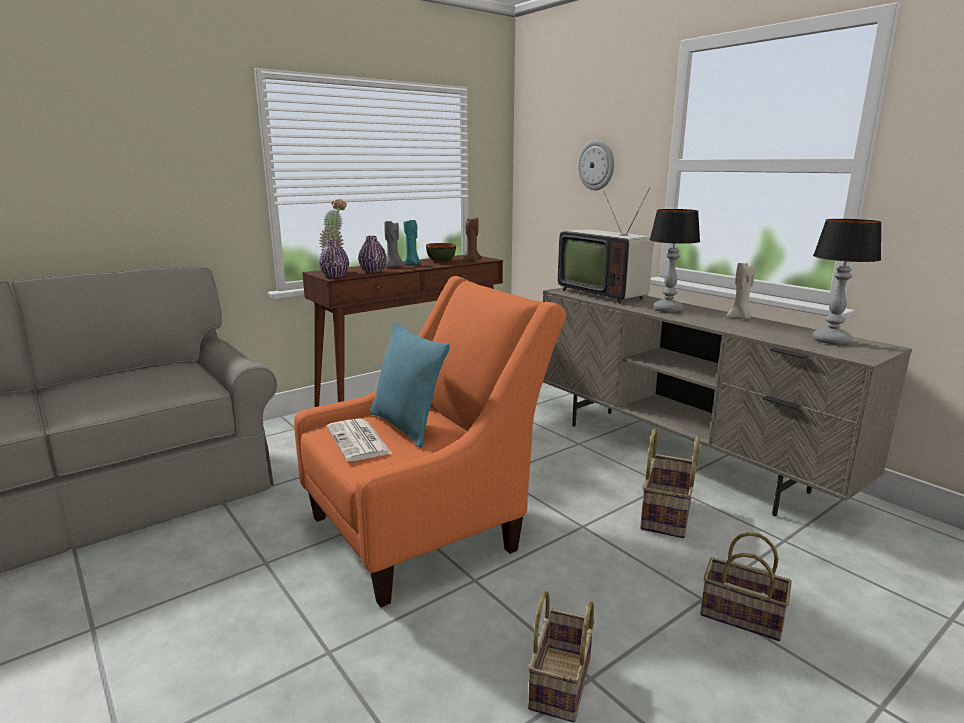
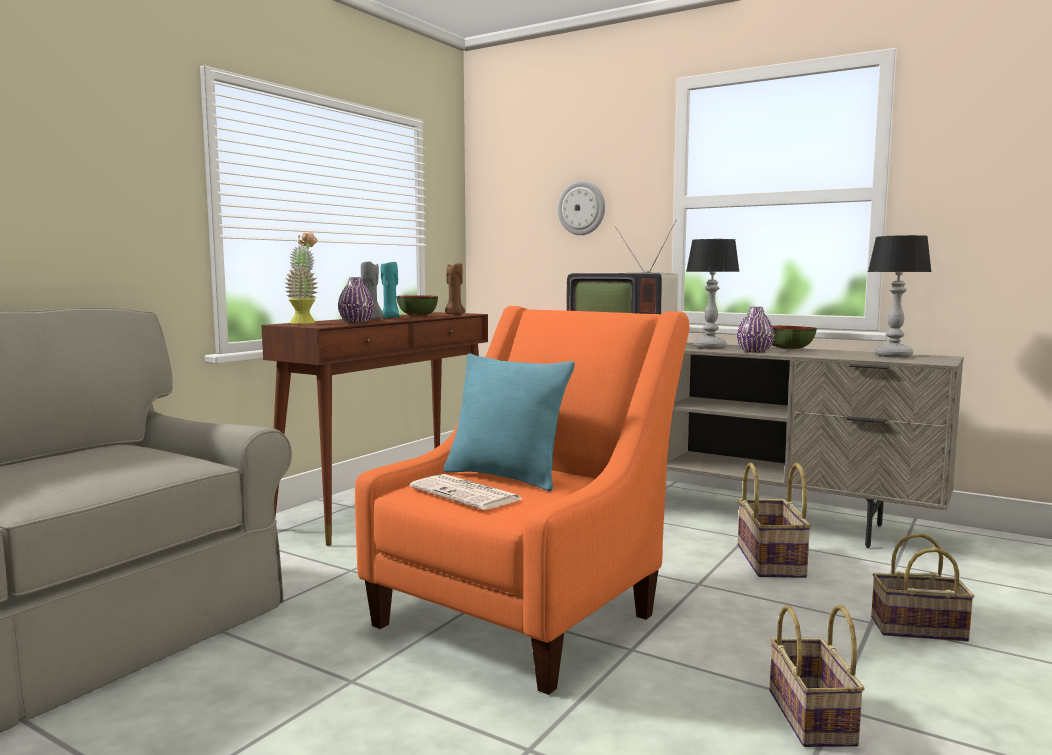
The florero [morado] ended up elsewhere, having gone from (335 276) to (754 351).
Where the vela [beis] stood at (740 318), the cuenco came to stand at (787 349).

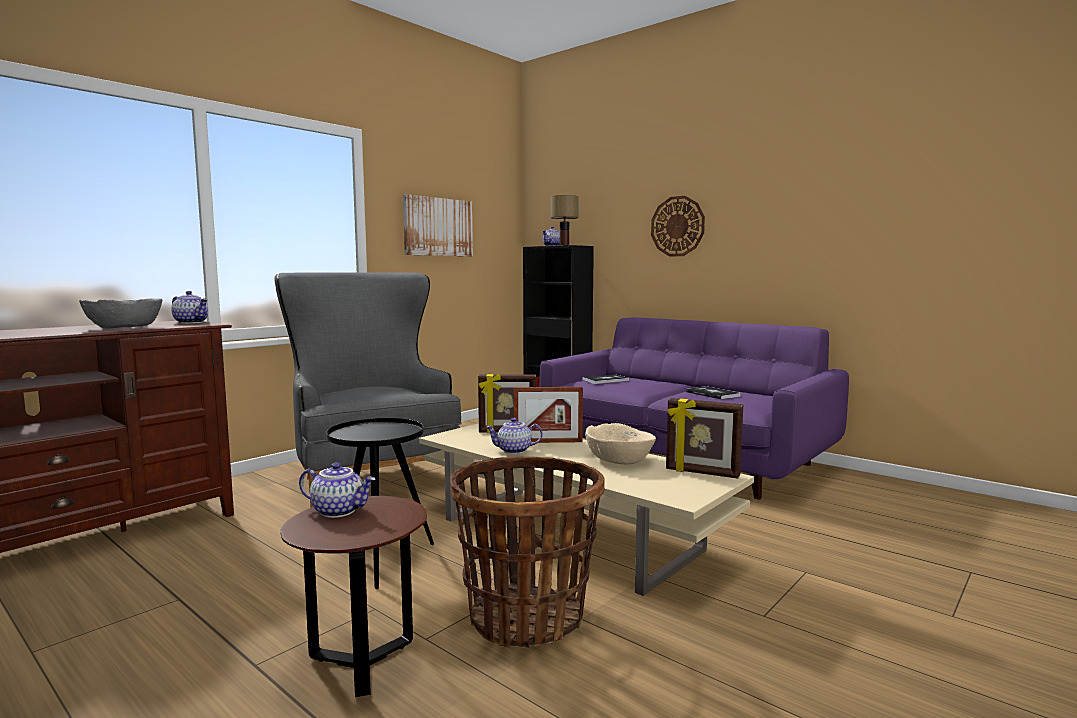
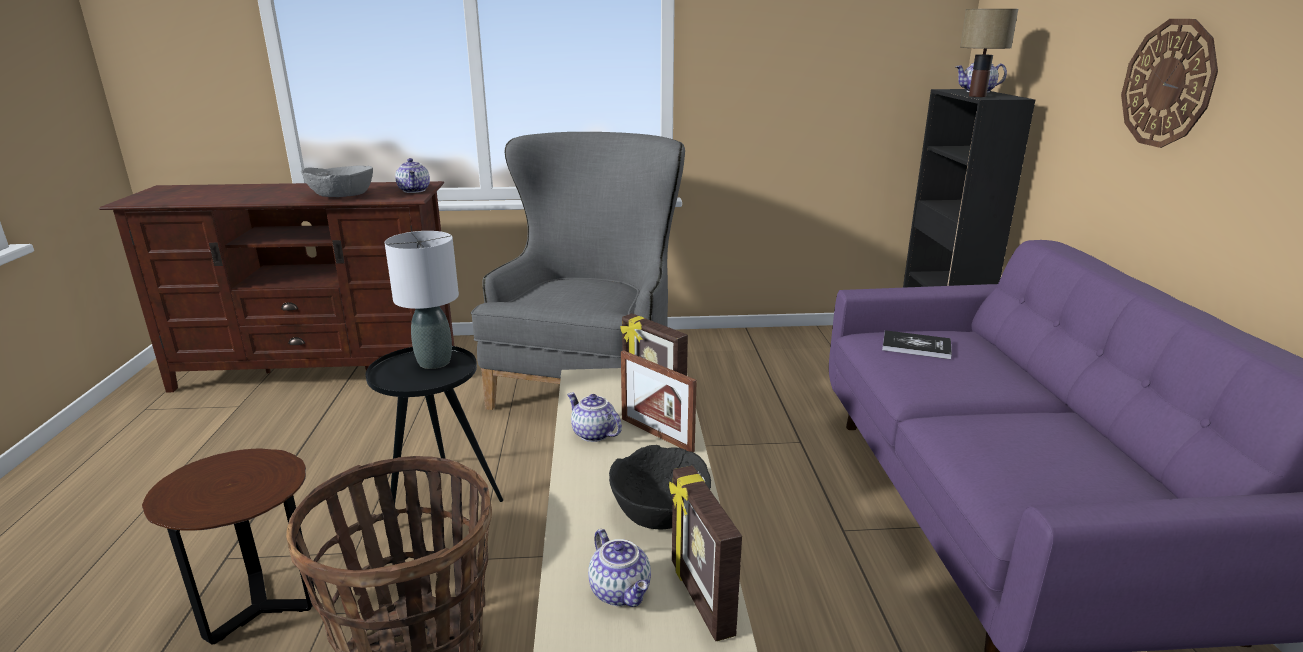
The tetera ended up elsewhere, having gone from (339 511) to (621 591).
The second view lost the cuadro at (438 227).
What was the cuenco [beis] at (619 460) turned into the cuenco [negro] at (661 511).
The second view lost the libro at (712 394).
The second view gained the lámpara de mesa [gris] at (434 362).

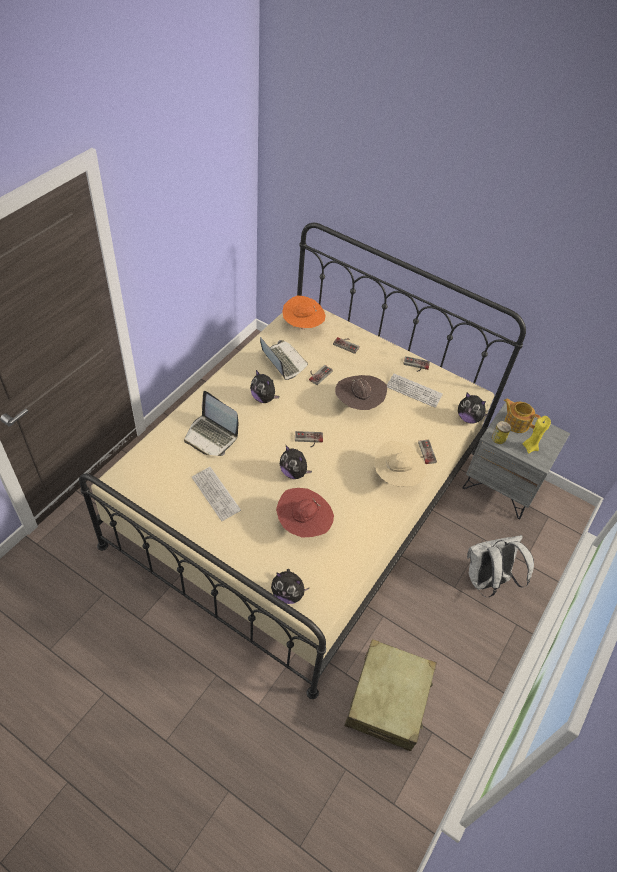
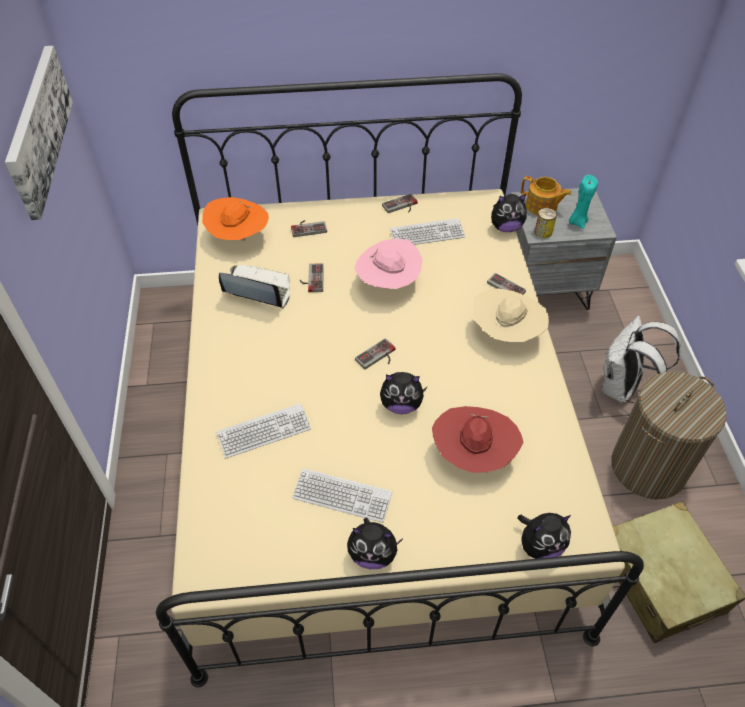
Where the portátil stood at (211 436), the teclado came to stand at (264 431).
The peluche ended up elsewhere, having gone from (264 398) to (372 554).
What was the sombrero [marrón] at (358 404) turned into the sombrero [rosa] at (388 284).
The tetera at (516 422) ended up facing another way, 150 degrees counterclockwise from before.
What was the vela [amarillo] at (530 447) turned into the vela [turquesa] at (577 222).
The second view gained the cuadro at (37 128).
The second view gained the cesto de la ropa at (648 467).

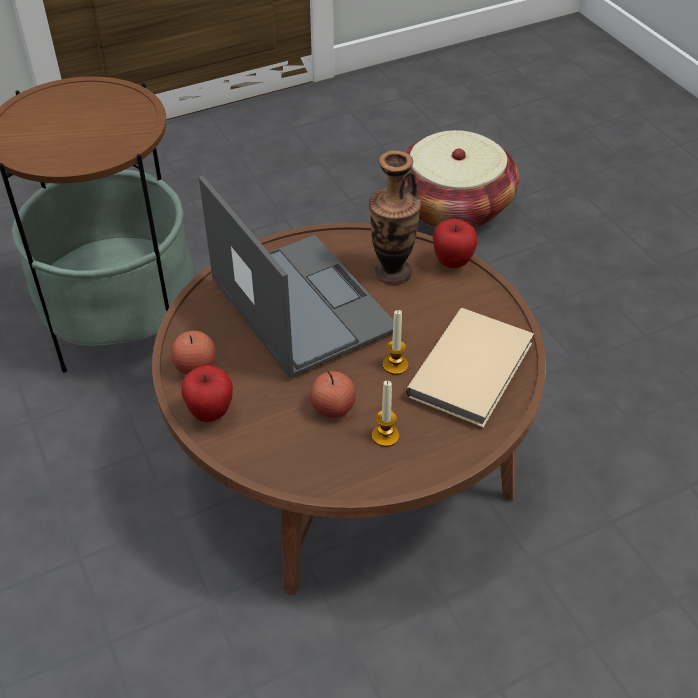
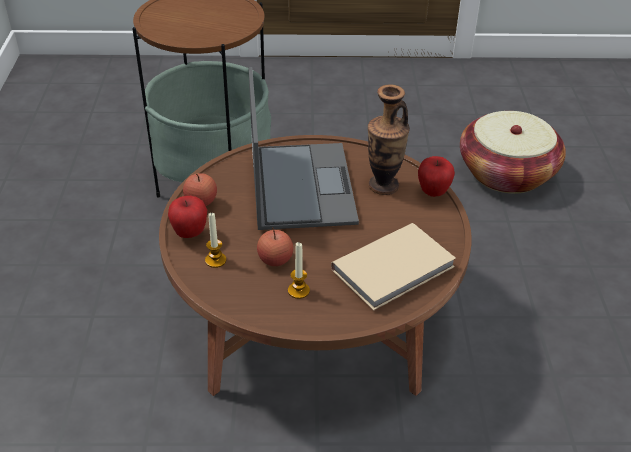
The vela ended up elsewhere, having gone from (395 365) to (215 260).

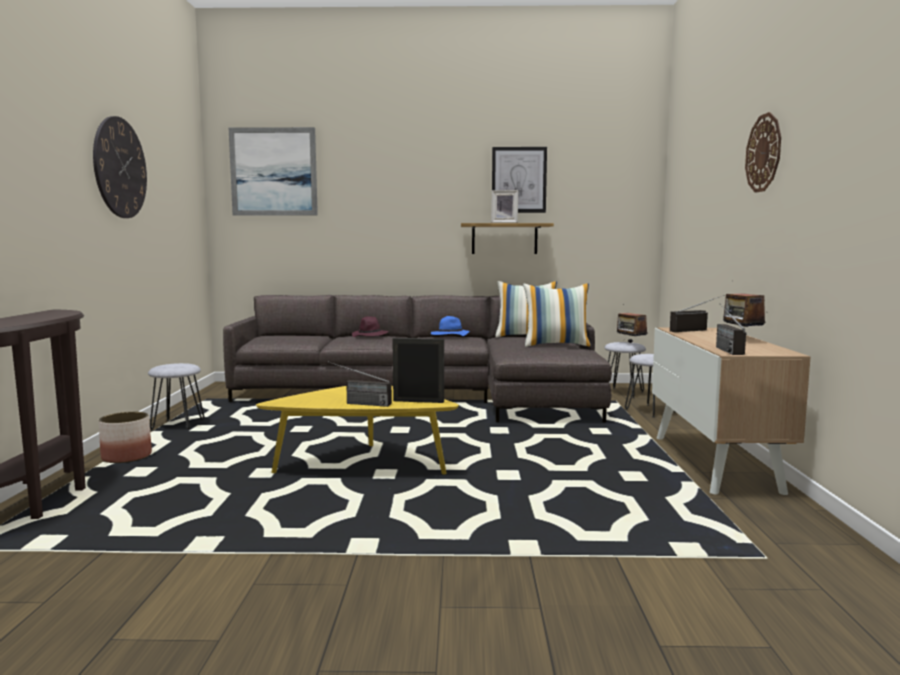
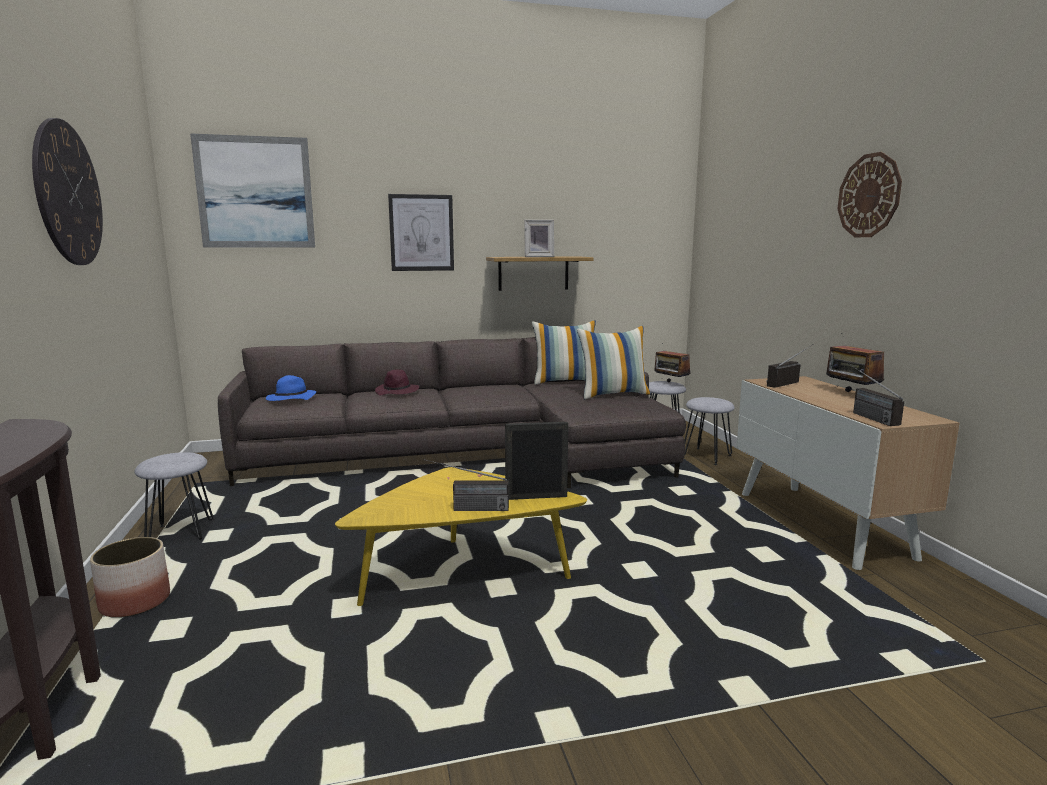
The sombrero [azul] ended up elsewhere, having gone from (449 336) to (291 399).
The cuadro ended up elsewhere, having gone from (519 180) to (421 233).

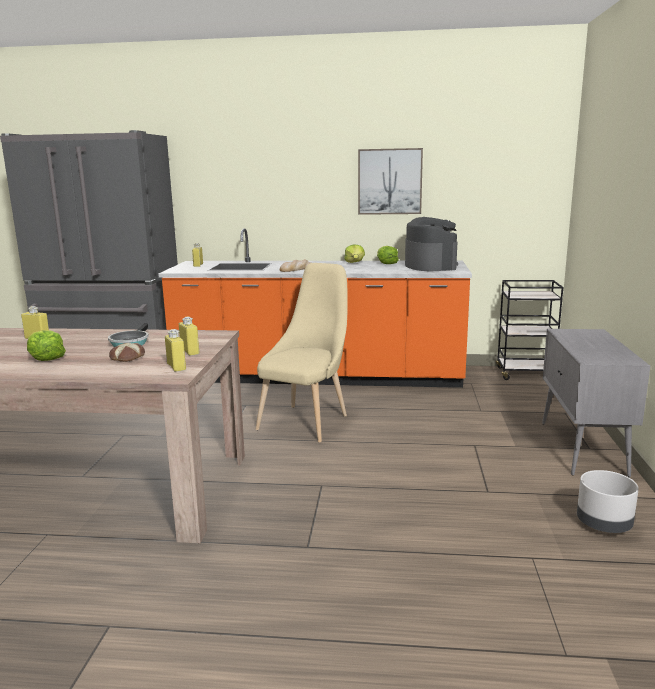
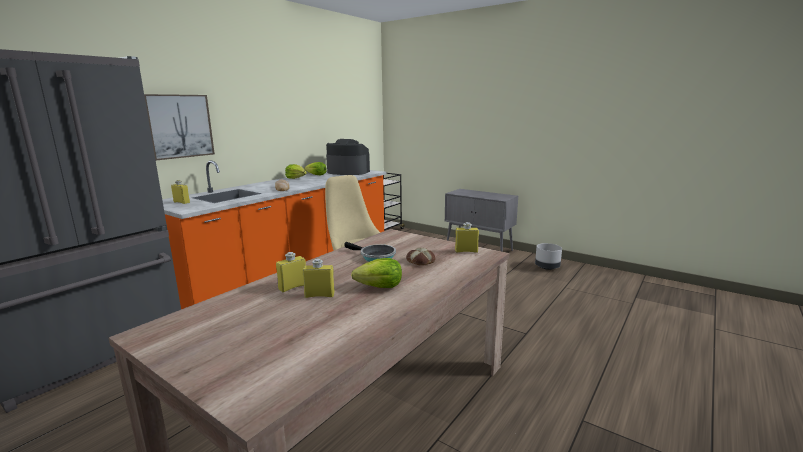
The botella [amarillo] ended up elsewhere, having gone from (190 351) to (319 295).
The cuadro ended up elsewhere, having gone from (390 181) to (179 126).

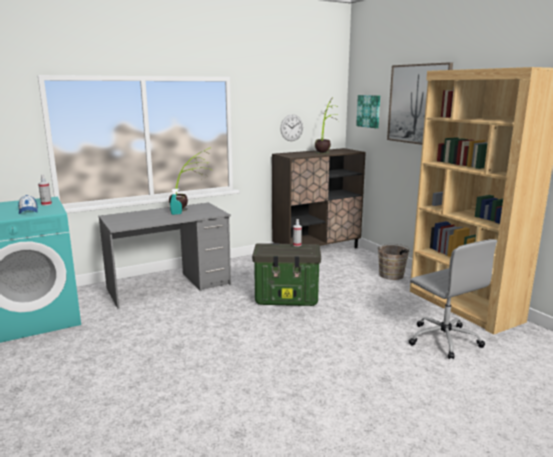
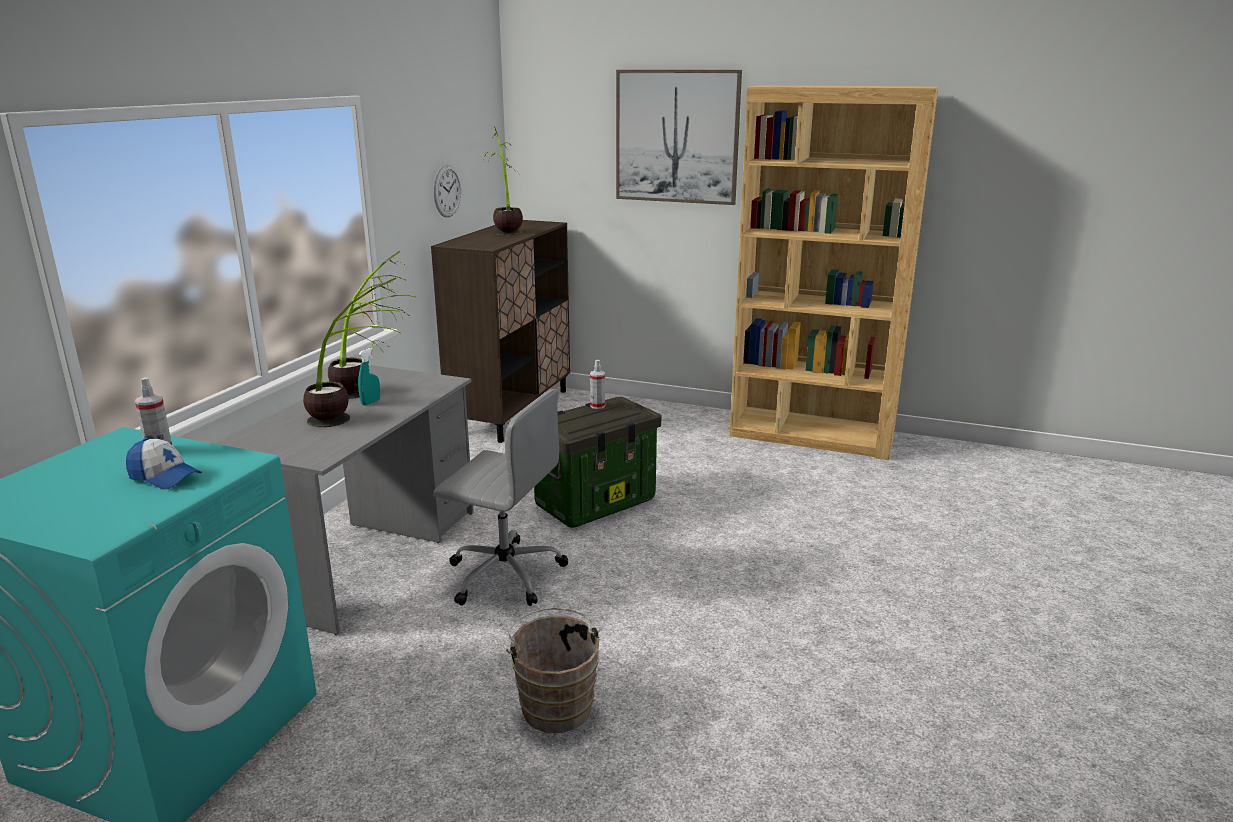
The second view lost the cuadro at (369 111).
The cubo [marrón] ended up elsewhere, having gone from (392 274) to (555 704).
The silla de oficina [gris] ended up elsewhere, having gone from (443 339) to (503 574).
The second view gained the planta en maceta at (354 419).

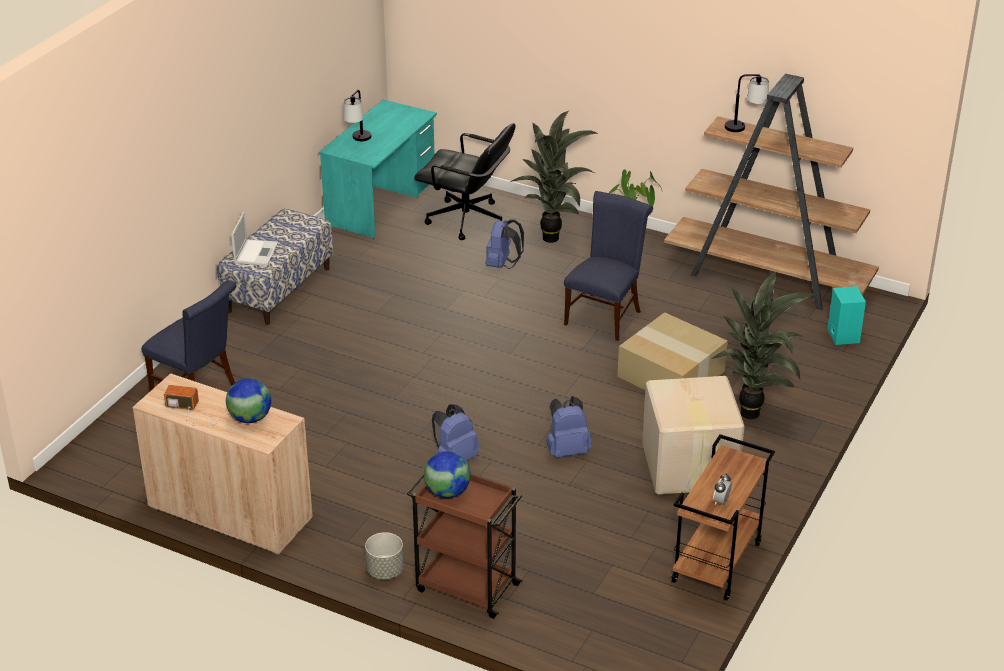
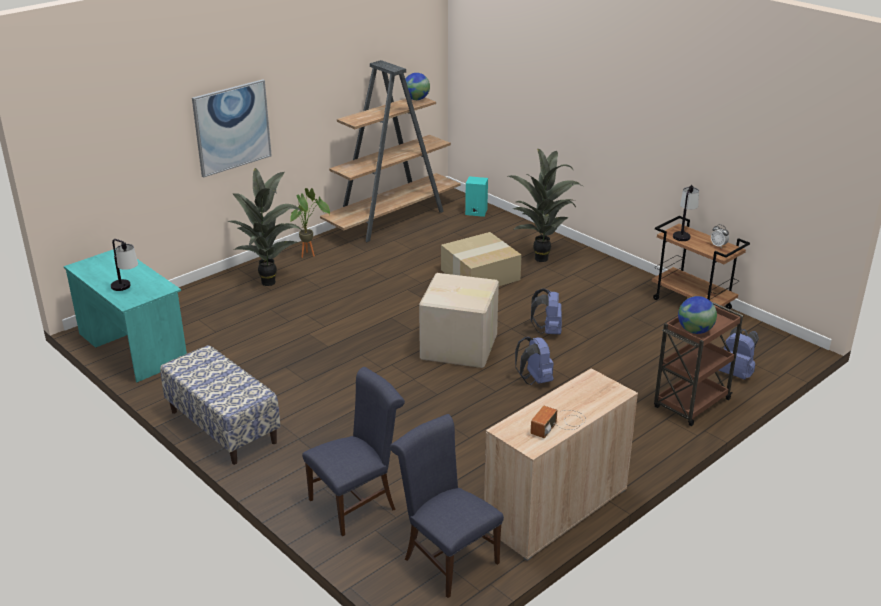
The globo terráqueo ended up elsewhere, having gone from (250 418) to (416 99).
The second view lost the portátil at (256 252).
The second view lost the maceta [gris] at (385 571).
The second view lost the silla de oficina [negro] at (466 220).
The mochila [azul] ended up elsewhere, having gone from (502 264) to (736 373).
The silla [azul] ended up elsewhere, having gone from (605 315) to (447 558).
The caja de cartón ended up elsewhere, having gone from (688 468) to (459 348).
The lámpara de mesa ended up elsewhere, having gone from (744 127) to (683 234).
The second view gained the cuadro at (232 127).

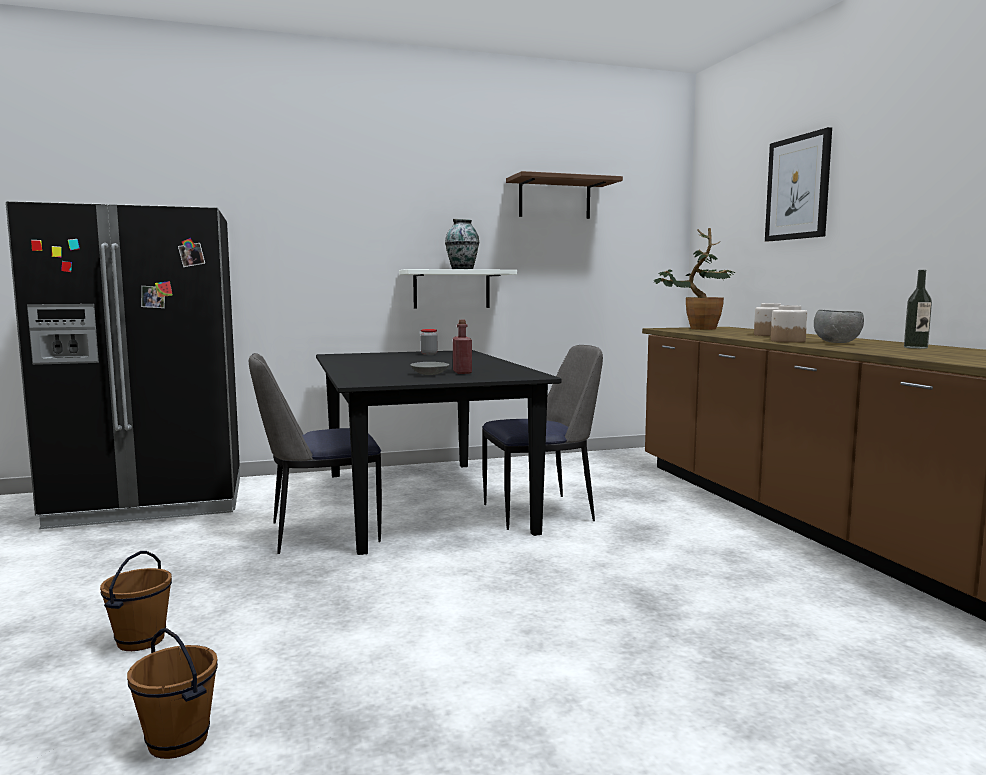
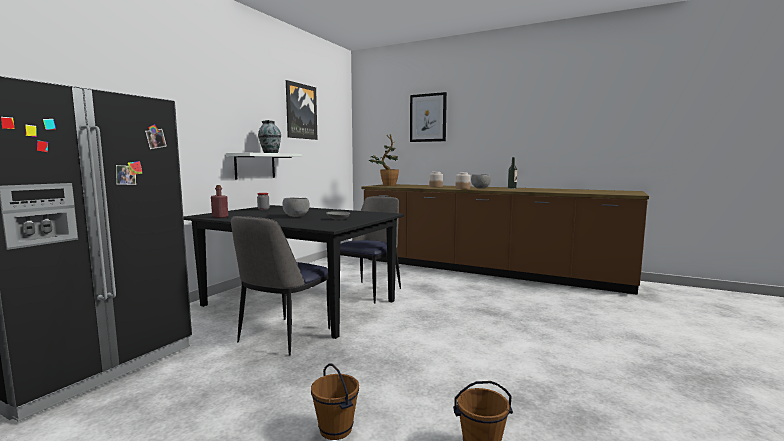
The botella [rojo] ended up elsewhere, having gone from (462 372) to (220 217).
Where the estante [marrón] hung at (554 199), the cuadro came to hang at (301 111).
The second view gained the cuenco [gris] at (295 216).

